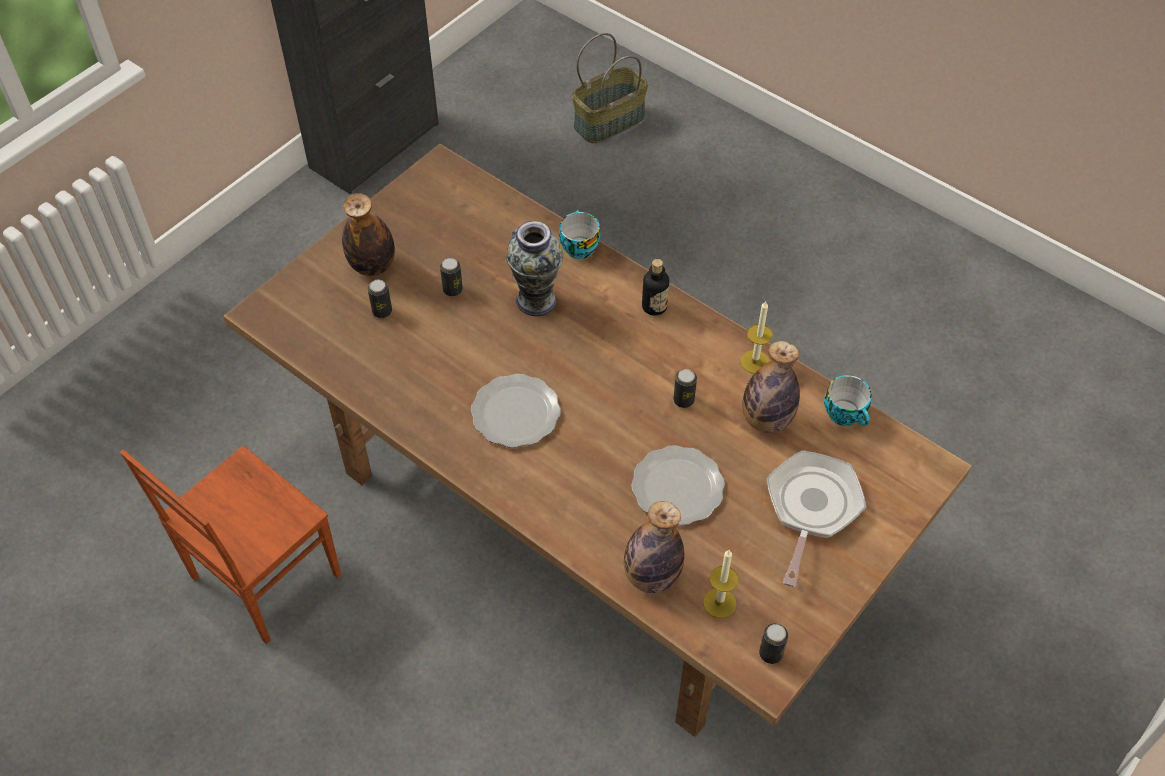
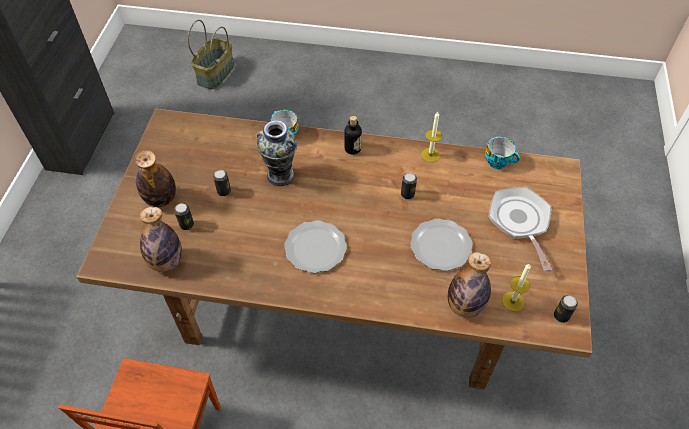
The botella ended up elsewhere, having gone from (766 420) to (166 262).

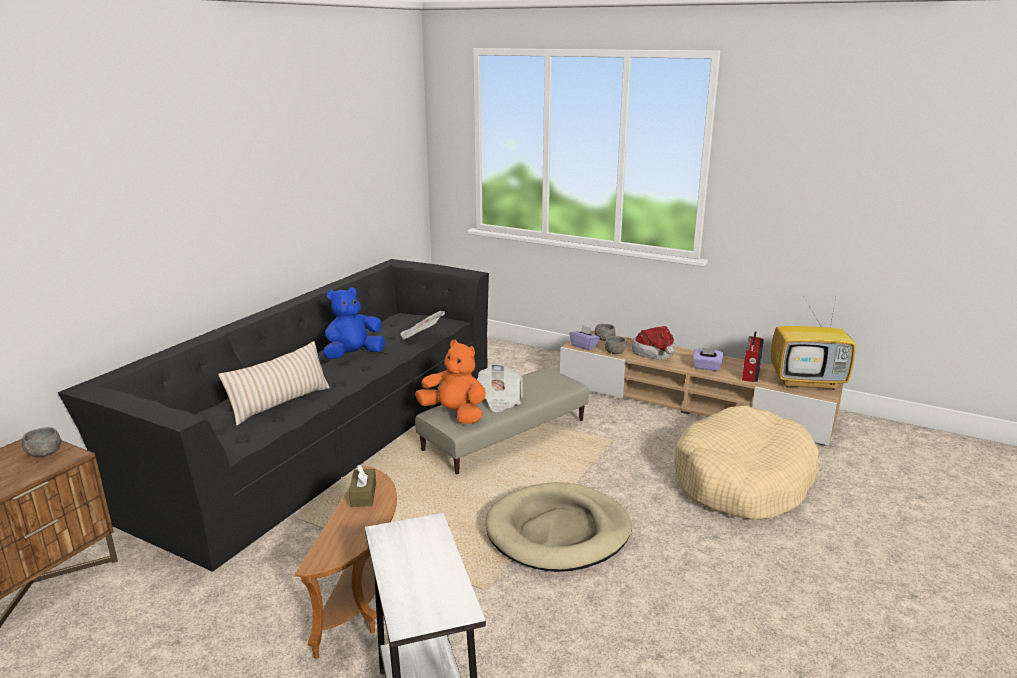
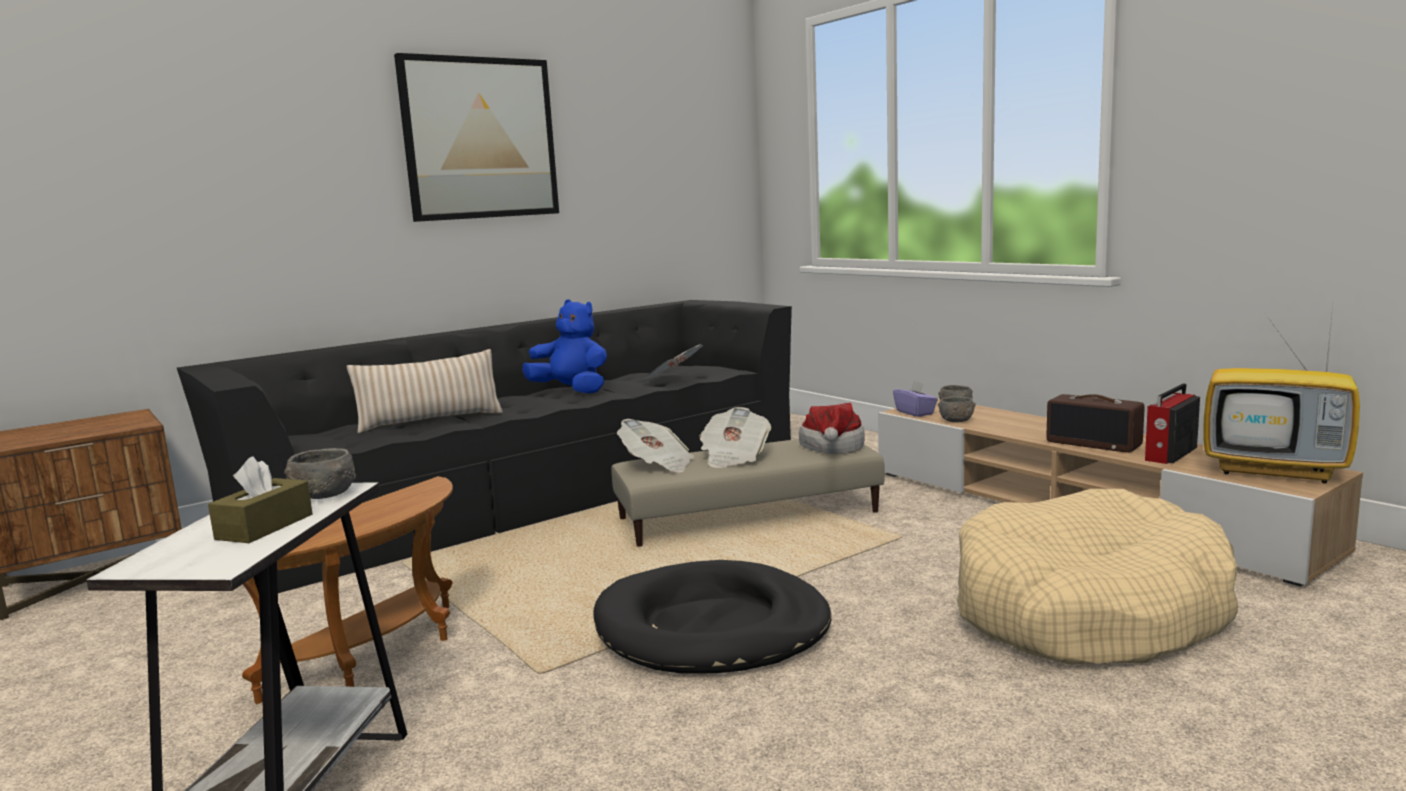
The cuenco [gris] ended up elsewhere, having gone from (44 452) to (323 494).
The peluche [azul] at (353 355) ended up facing another way, 45 degrees clockwise from before.
The caja de pañuelos [marrón] ended up elsewhere, having gone from (363 495) to (265 526).
Where the peluche [naranja] stood at (454 414), the periódico came to stand at (657 465).
What was the cama para perro [beis] at (558 532) turned into the cama para perro [negro] at (712 627).
The sombrero ended up elsewhere, having gone from (655 354) to (832 447).
Where the caja de pañuelos [morado] stood at (706 367), the radio came to stand at (1094 443).
The second view gained the cuadro at (480 139).

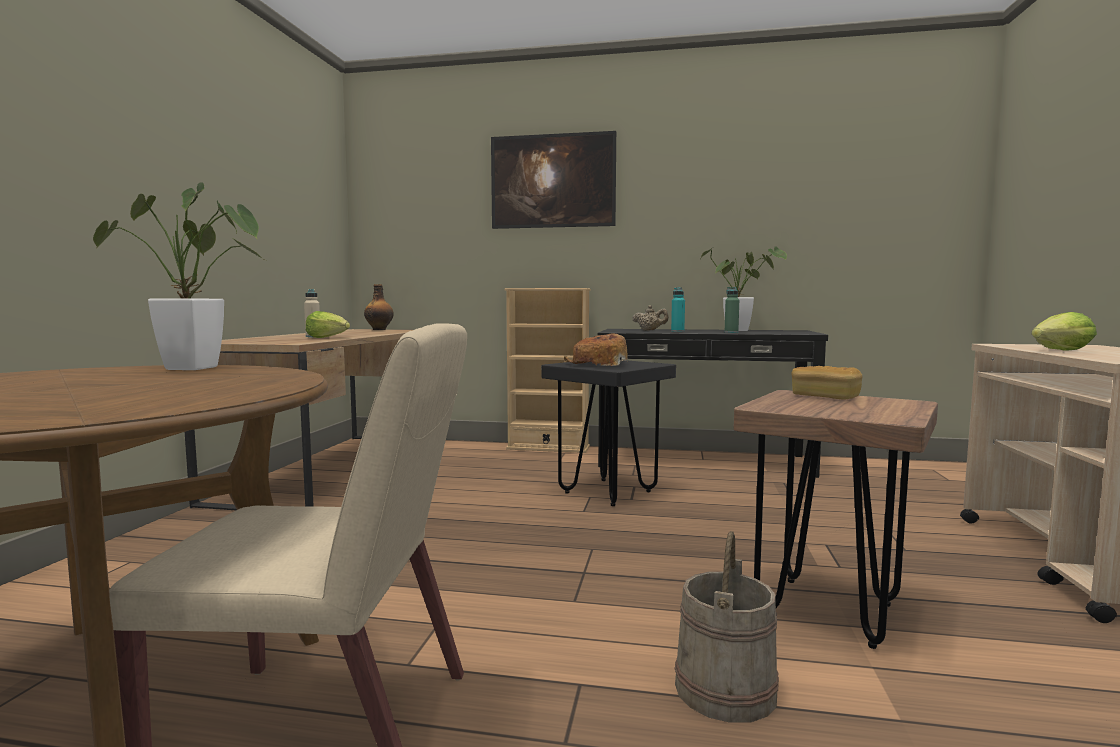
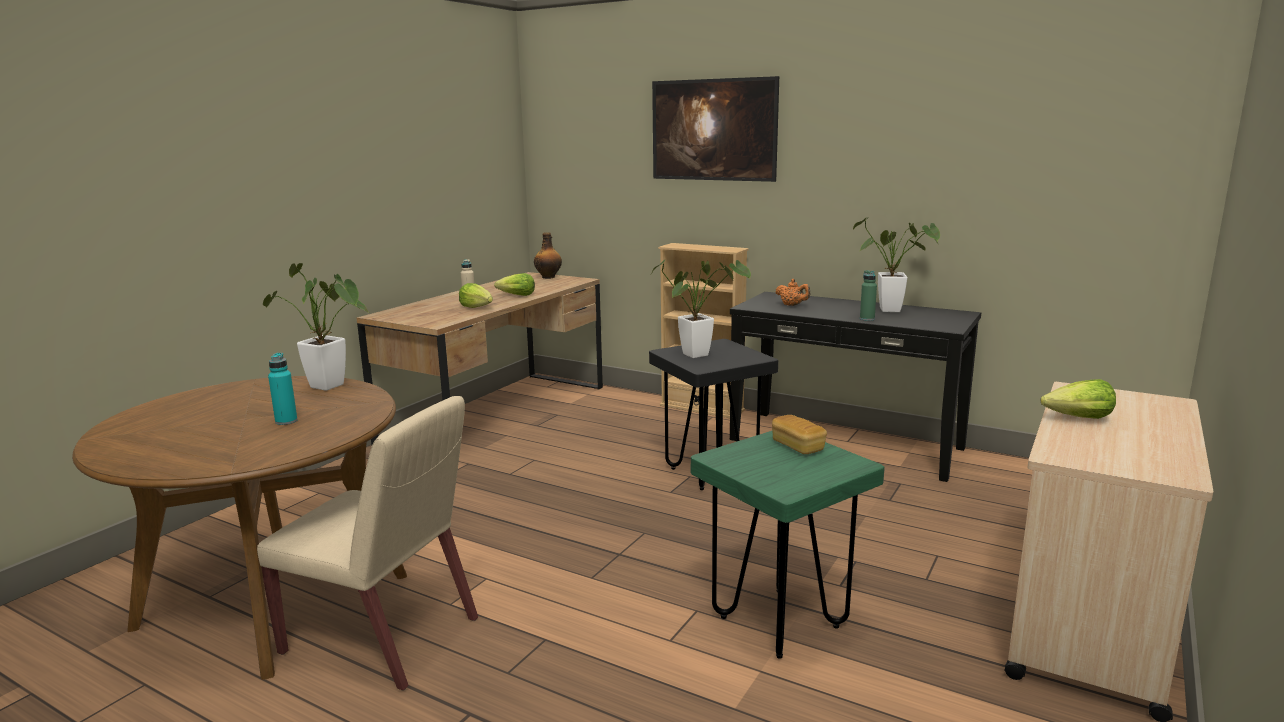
Where the pan stood at (597 364), the planta en maceta came to stand at (701 354).
What was the tetera [beis] at (650 330) turned into the tetera [naranja] at (792 305).
The botella [turquesa] ended up elsewhere, having gone from (677 331) to (286 421).
The second view lost the cubo [beis] at (726 690).
What was the taburete [marrón] at (828 611) turned into the taburete [verde] at (780 622).
The second view gained the lechuga at (516 296).

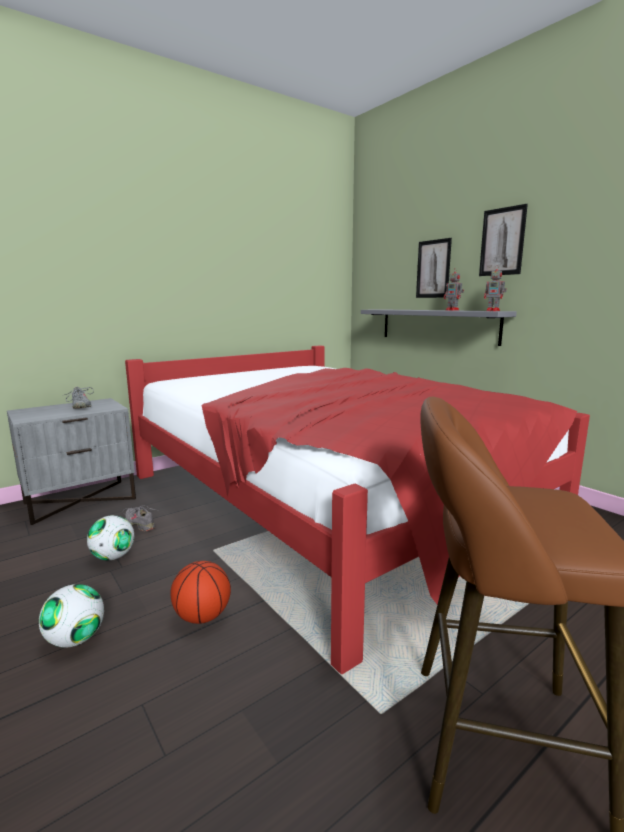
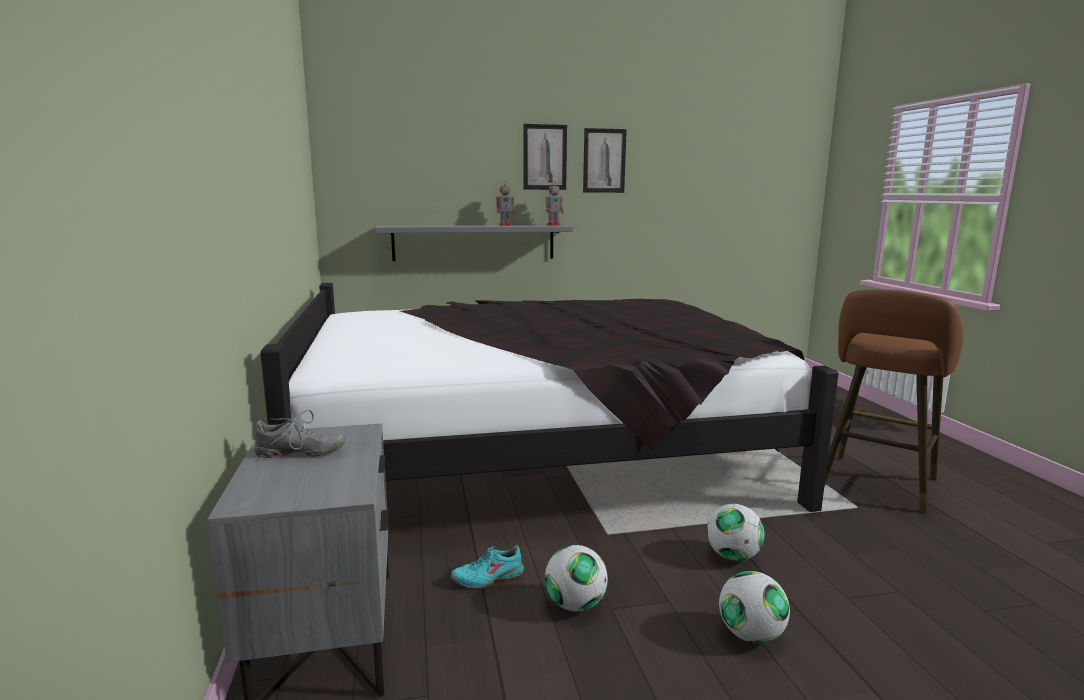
What was the zapato [gris] at (140 523) turned into the zapato [turquesa] at (488 578).
What was the cama [rojo] at (329 500) turned into the cama [negro] at (538 455).
Where the balón de baloncesto stood at (202 616), the balón de fútbol came to stand at (733 556).
The cuadro ended up elsewhere, having gone from (433 269) to (604 161).

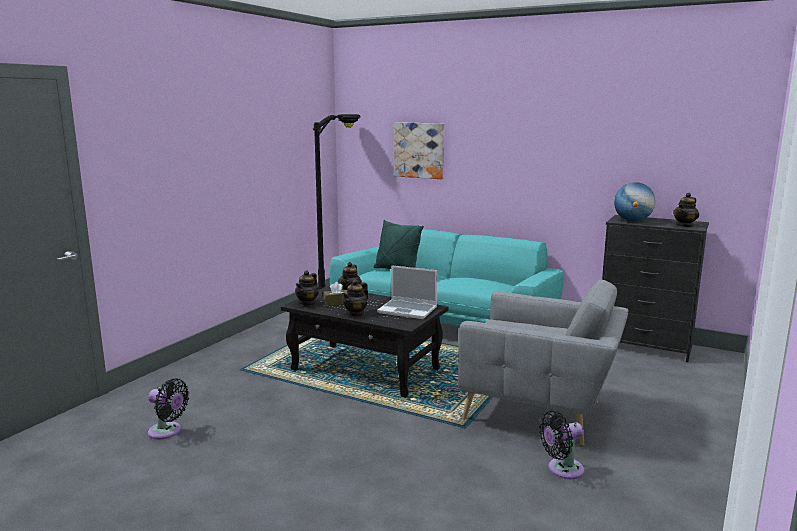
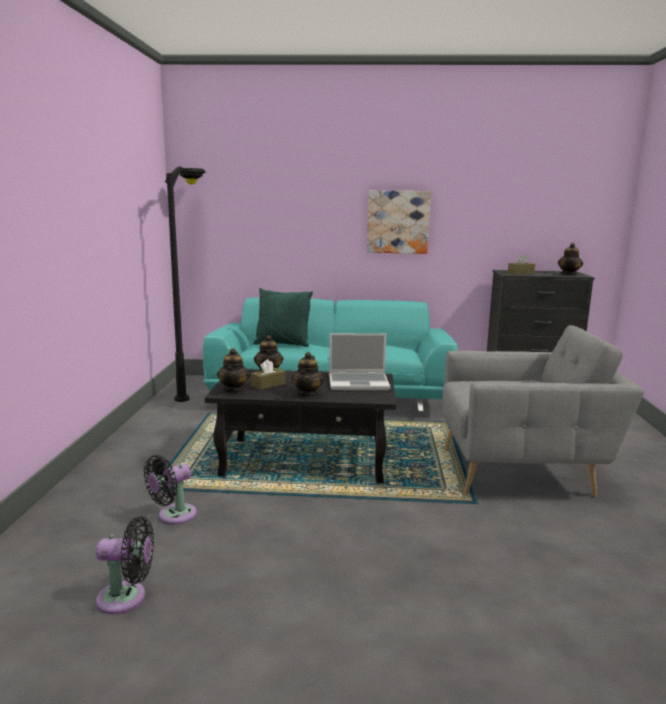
The cuadro ended up elsewhere, having gone from (419 150) to (398 222).
The ventilador [negro] ended up elsewhere, having gone from (562 470) to (173 516).
Where the globo terráqueo stood at (632 221), the caja de pañuelos [marrón] came to stand at (520 273).

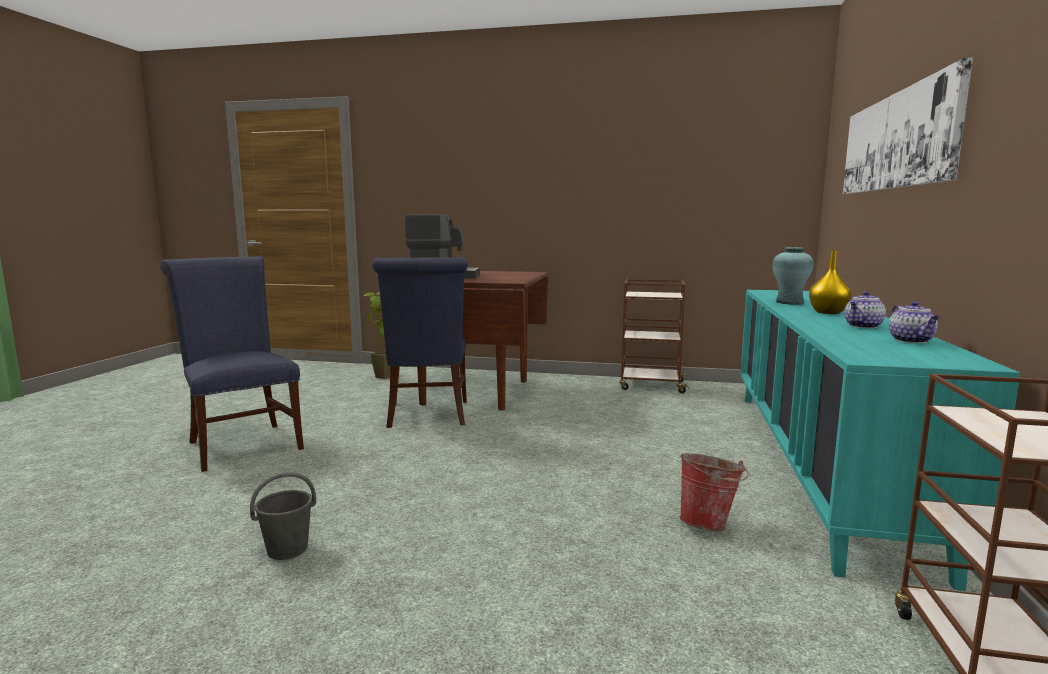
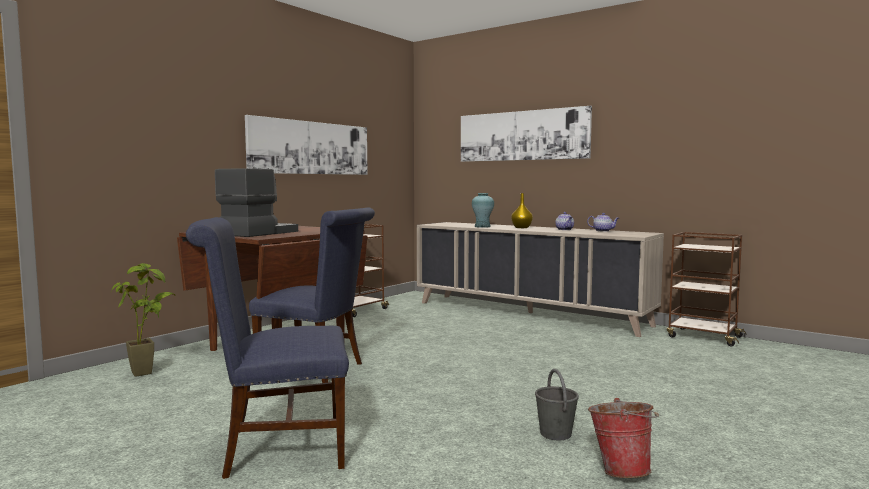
The cubo ended up elsewhere, having gone from (709 523) to (621 470).
What was the armario [turquesa] at (818 463) turned into the armario [beis] at (528 313).
The second view gained the cuadro at (311 148).

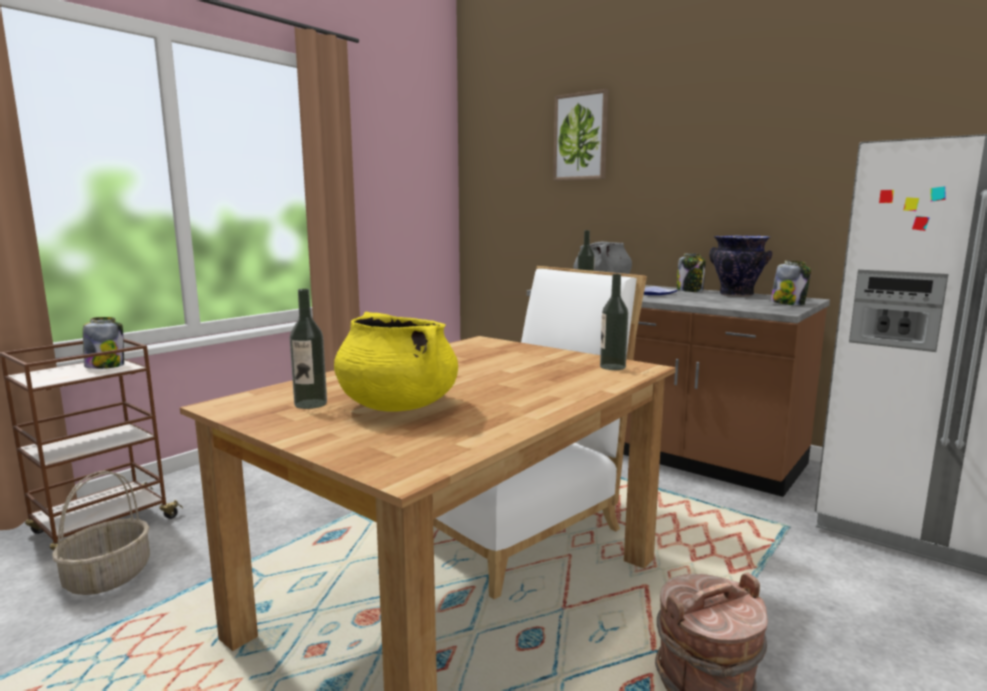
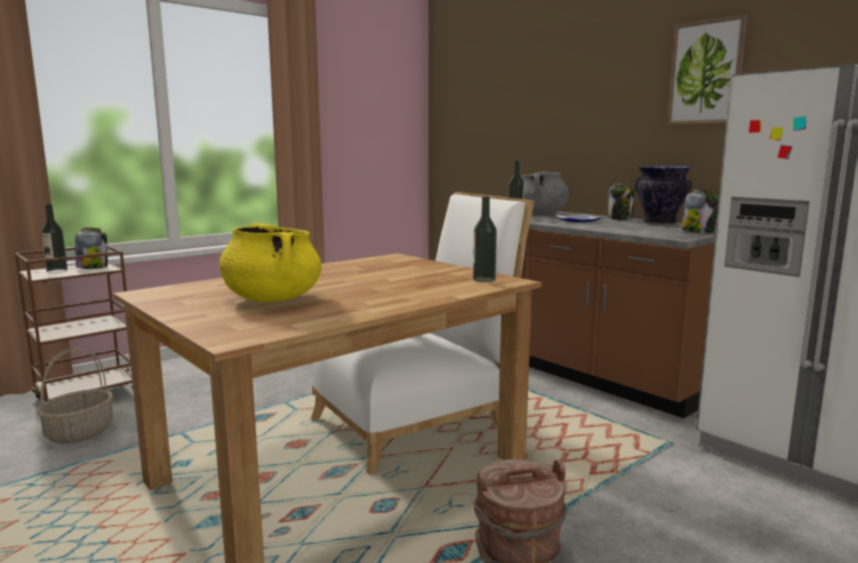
The botella ended up elsewhere, having gone from (310 404) to (57 271).
The cuadro ended up elsewhere, having gone from (581 137) to (706 73).

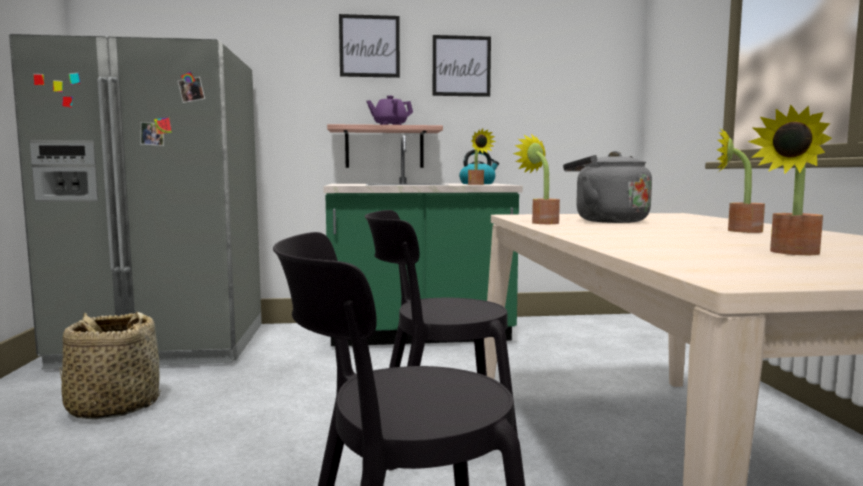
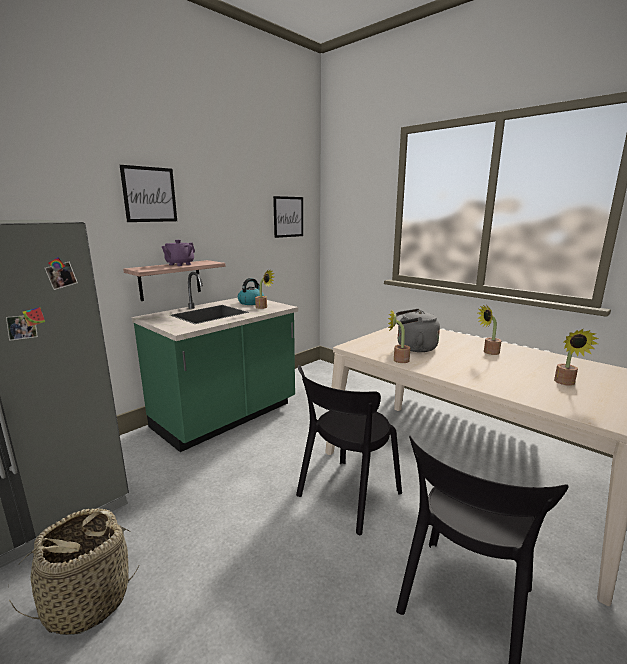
The cuadro ended up elsewhere, having gone from (461 66) to (288 217).

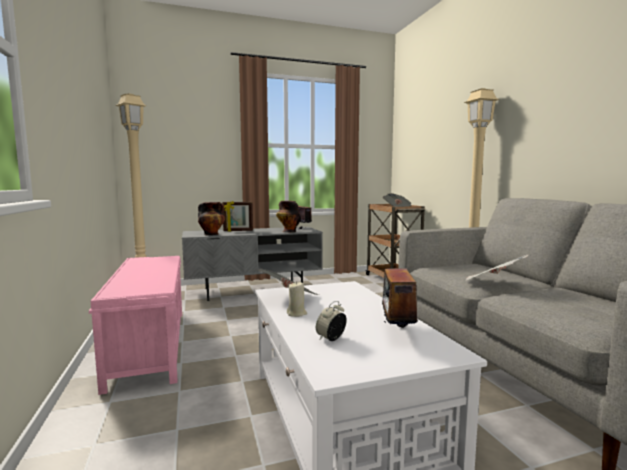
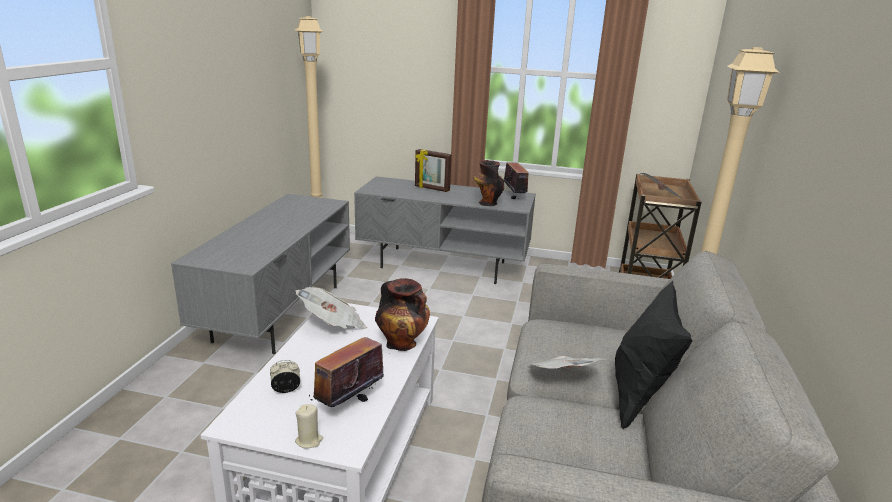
Where the banco [rosa] stood at (150 345), the mueble de televisión [gris] came to stand at (279 312).
The florero ended up elsewhere, having gone from (212 234) to (402 344).
The vela [beis] ended up elsewhere, having gone from (296 314) to (309 440).
The second view gained the cojín [negro] at (639 397).

